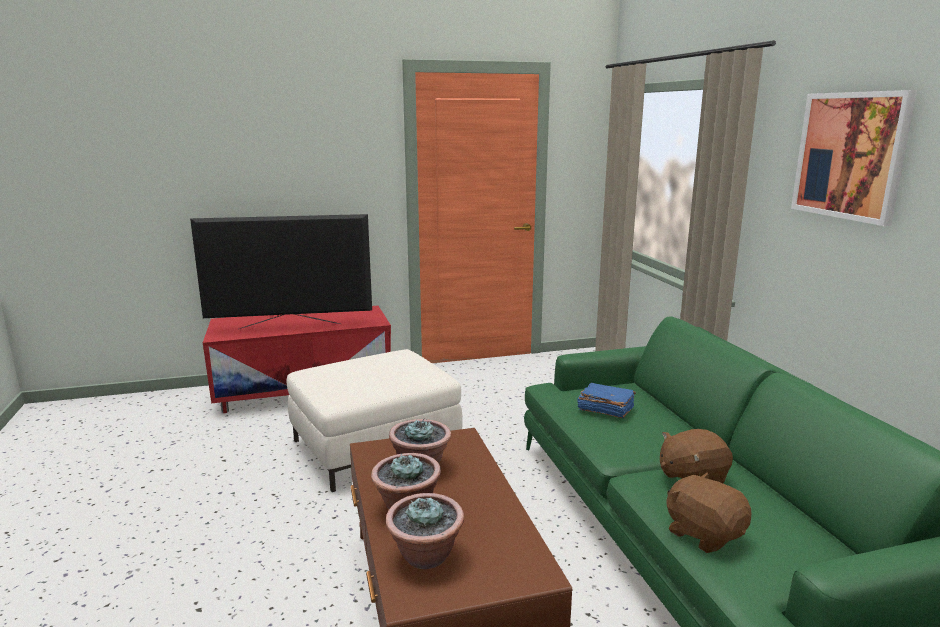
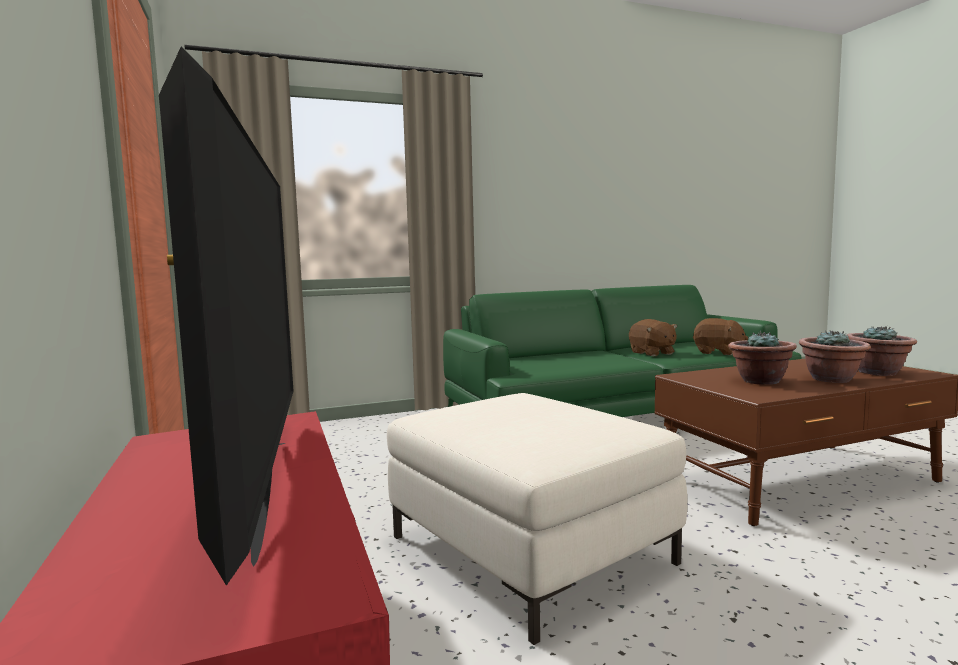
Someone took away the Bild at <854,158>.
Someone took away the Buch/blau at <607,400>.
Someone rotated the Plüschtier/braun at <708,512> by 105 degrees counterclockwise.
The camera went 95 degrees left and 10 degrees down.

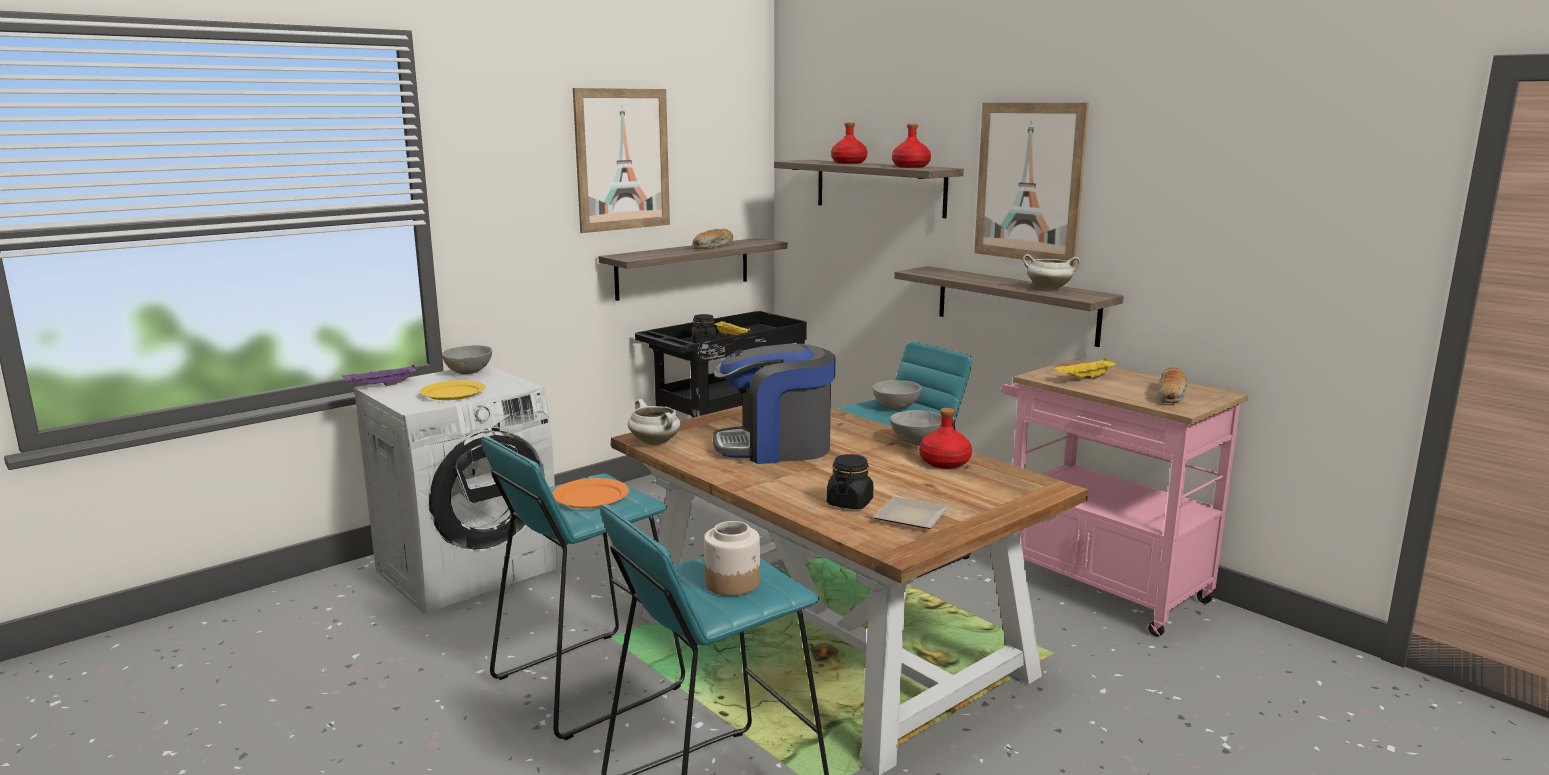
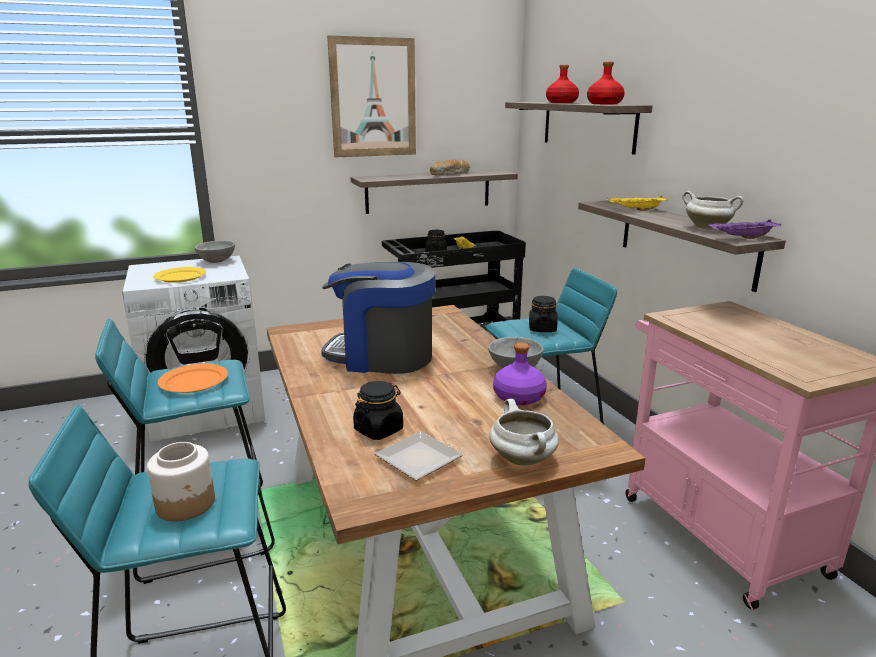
Someone took away the Bild at <1031,184>.
Someone carried the Tablett/gelb from <1085,368> to <637,203>.
Someone carried the Tablett/lila from <379,375> to <744,229>.
Someone took away the Brot at <1172,385>.
Someone swapped the Schüssel/grau at <897,394> for the Vorratsglas/schwarz at <543,314>.
Someone carried the Kochtopf/weiß from <654,422> to <524,432>.
Someone repainted the Flasche/rot at <945,438>, which became the Flasche/lila at <520,373>.
The camera went 20 degrees right and 5 degrees up.

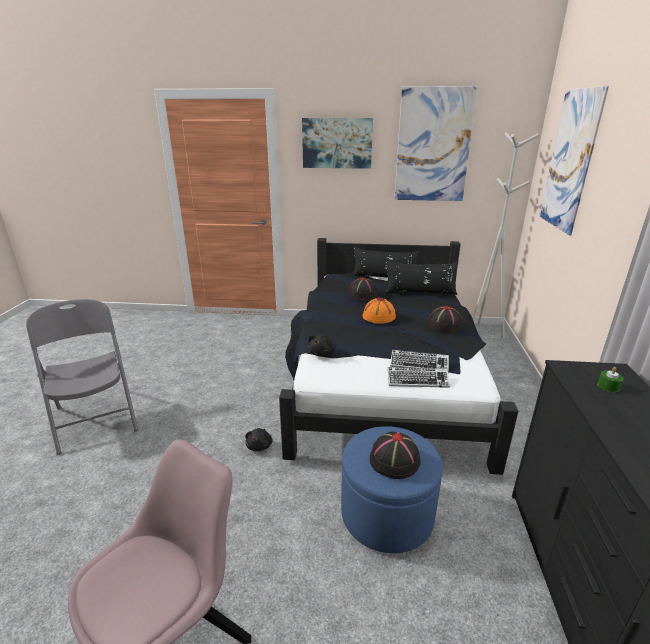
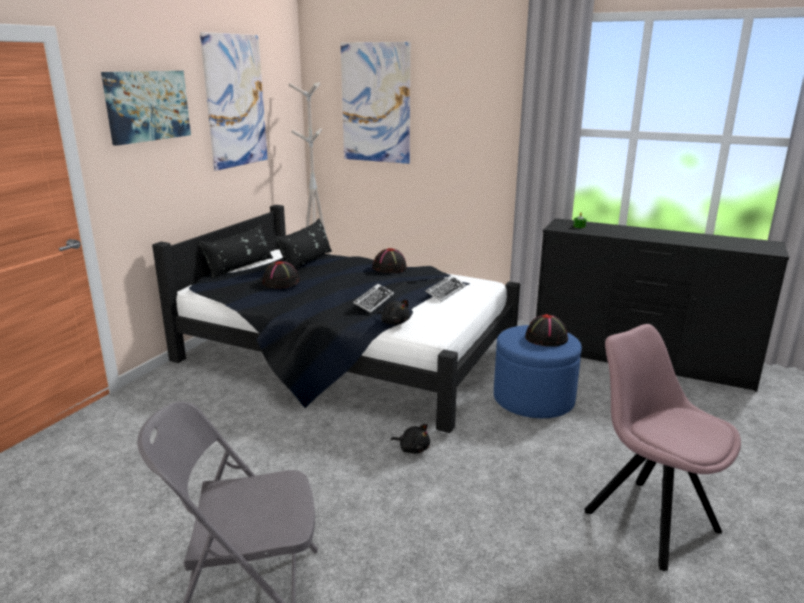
Someone took away the Hut/orange at <379,311>.
Someone carried the Tastatur from <419,377> to <373,298>.
The camera went 70 degrees left and 5 degrees down.

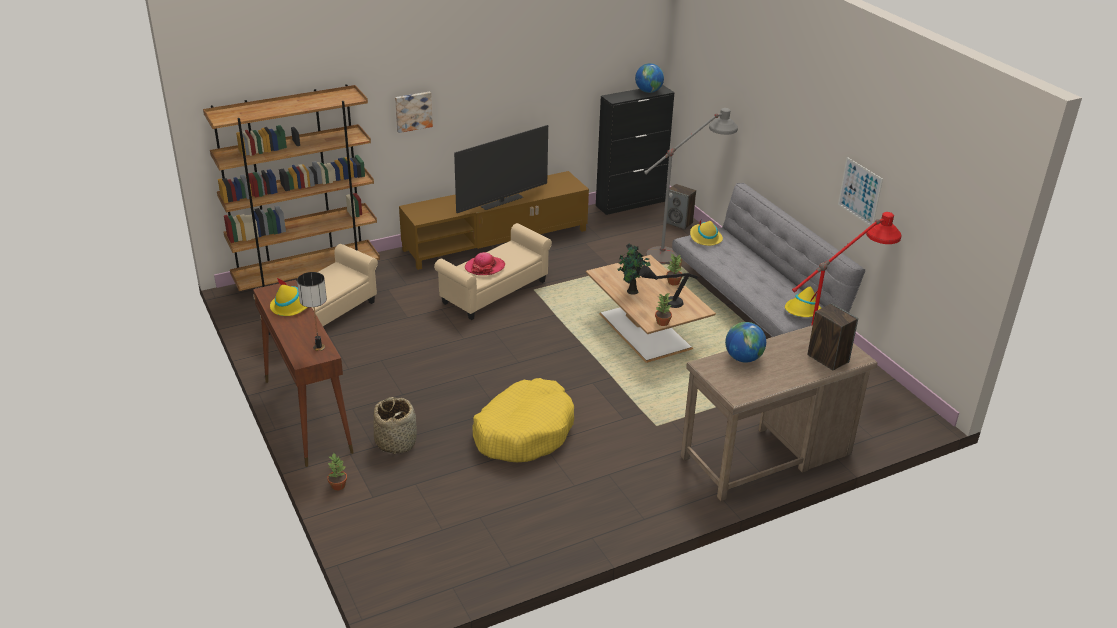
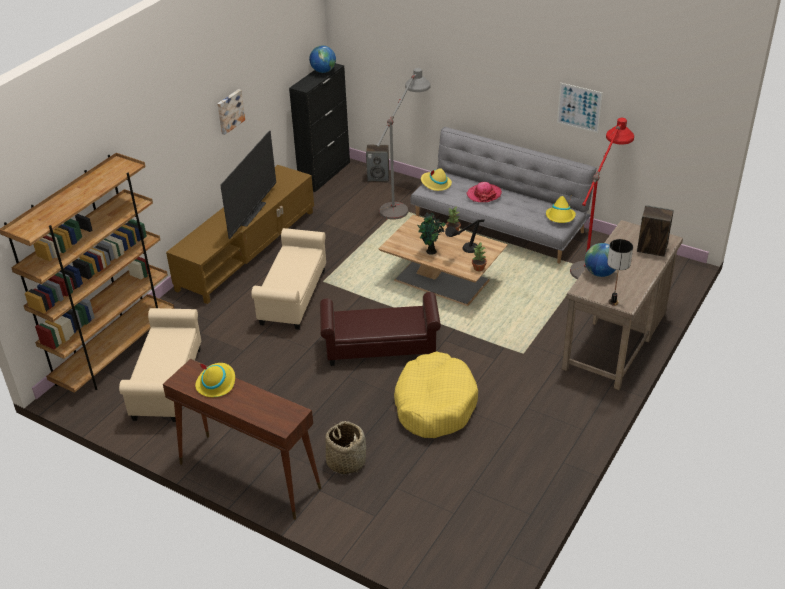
Someone carried the Bild from <414,112> to <231,112>.
Someone carried the Hut from <485,263> to <484,192>.
Someone carried the Tischlampe from <312,311> to <620,272>.
Someone took away the Topfpflanze at <337,472>.
Someone put down the Polsterhocker/braun at <380,329>.
The camera went 30 degrees left and 5 degrees up.

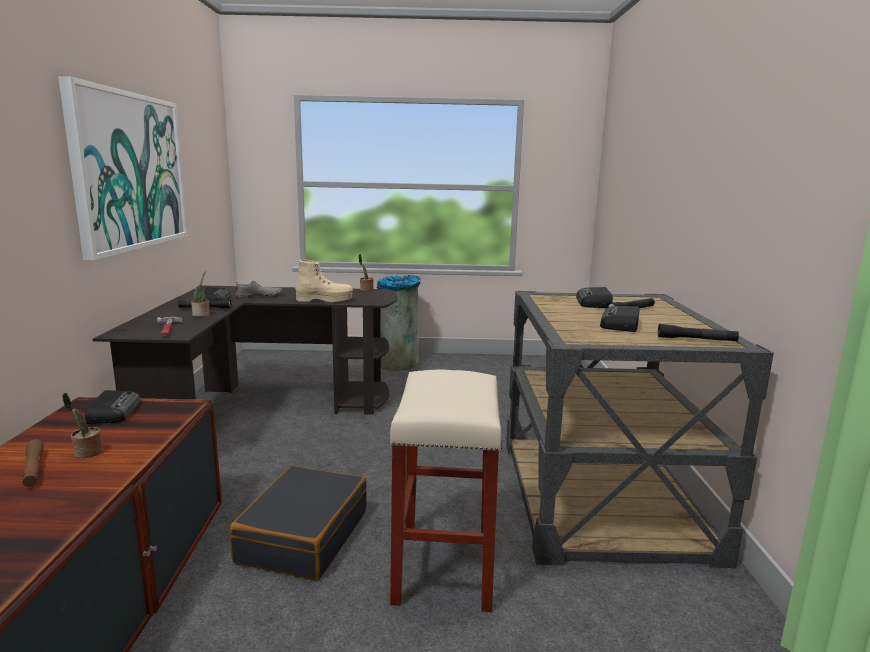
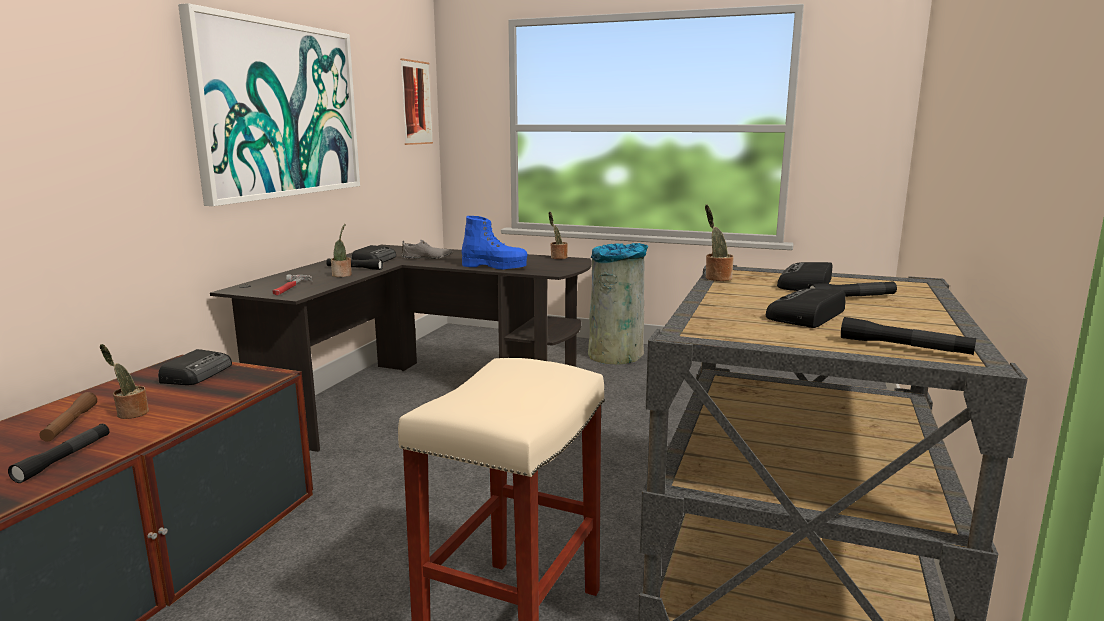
Someone repainted the Stiefel/beige at <324,281>, which became the Stiefel/blau at <495,242>.
Someone took away the Koffer/schwarz at <298,523>.
Someone put up the Bild at <416,101>.
Someone put down the Topfpflanze at <719,242>.
Someone put down the Taschenlampe/schwarz at <58,453>.
The camera went 20 degrees right and 0 degrees up.

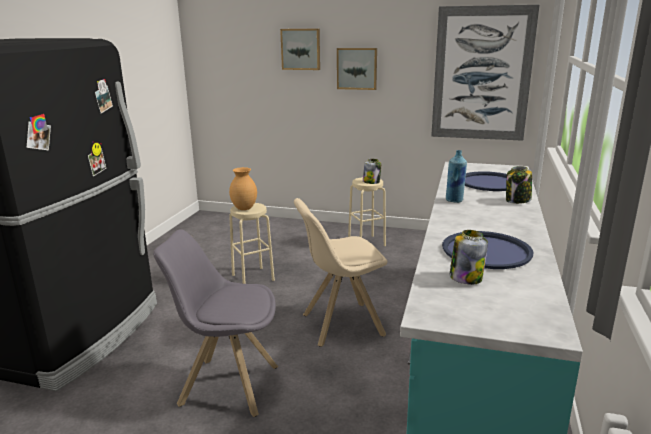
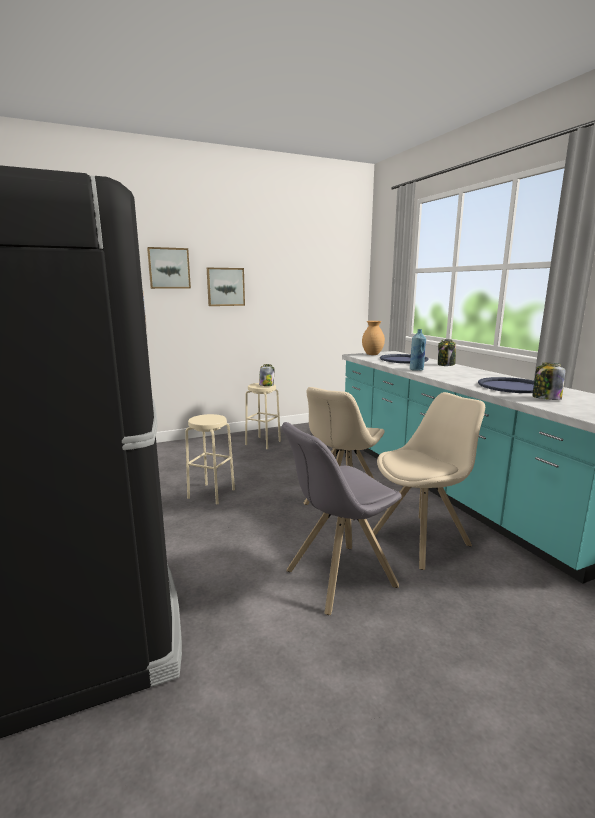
Someone took away the Bild at <485,73>.
Someone carried the Vase/braun from <243,188> to <373,338>.
Someone put down the Stuhl/beige at <428,481>.
The camera went 40 degrees left and 5 degrees down.

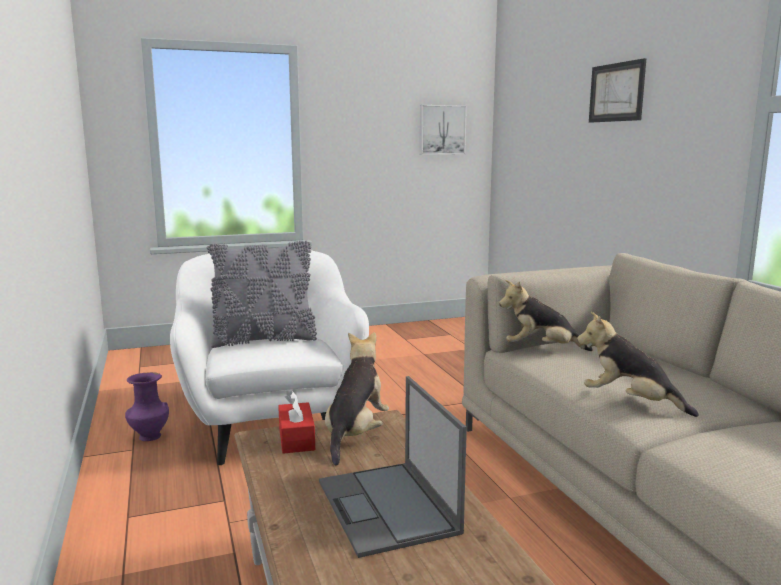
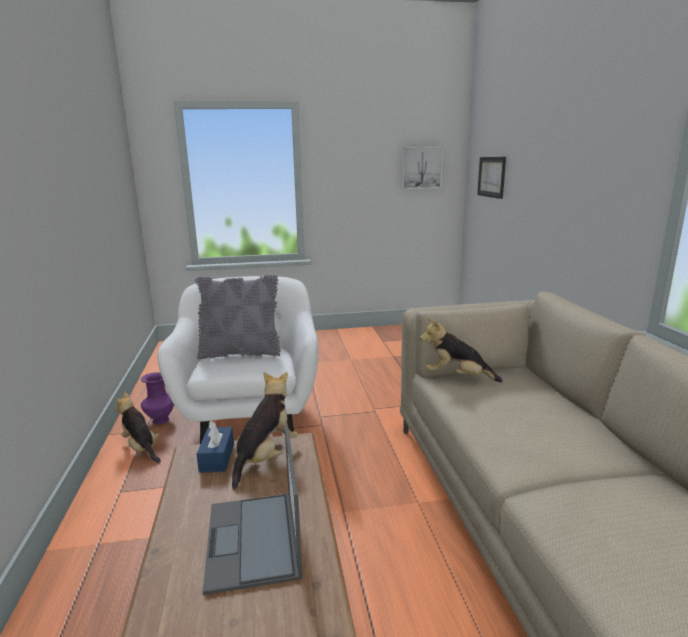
Someone carried the Bild from <617,90> to <491,178>.
Someone carried the Plüschtier from <637,364> to <138,427>.
Someone repainted the Taschentuchbox/rot at <296,422>, which became the Taschentuchbox/blau at <215,447>.
The camera went 10 degrees right and 5 degrees up.

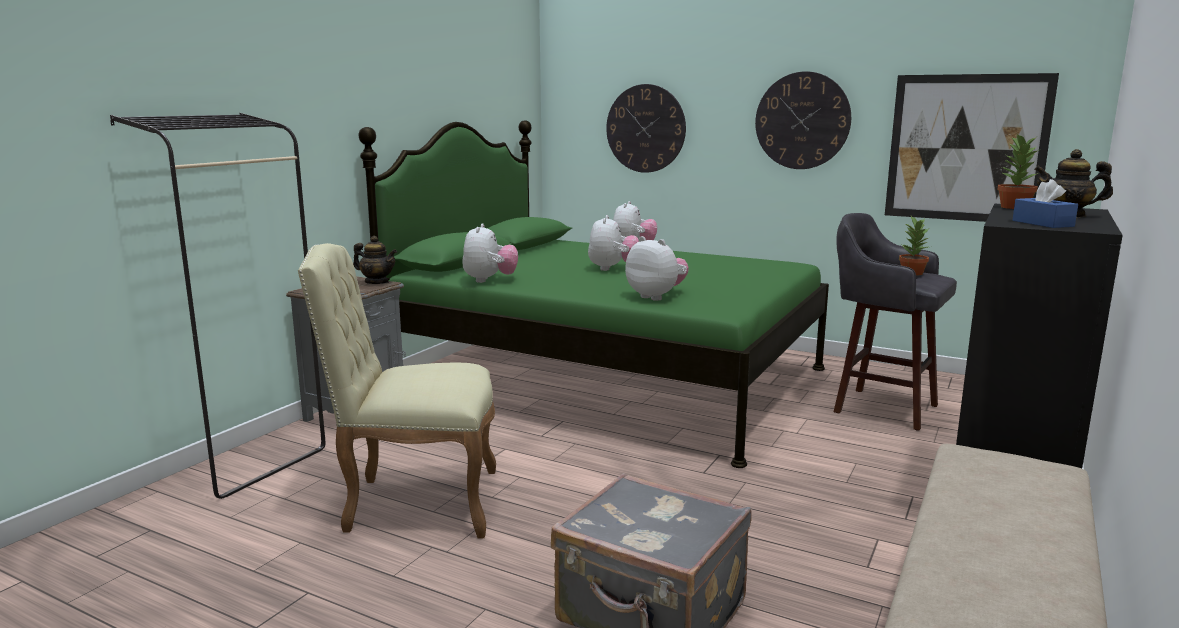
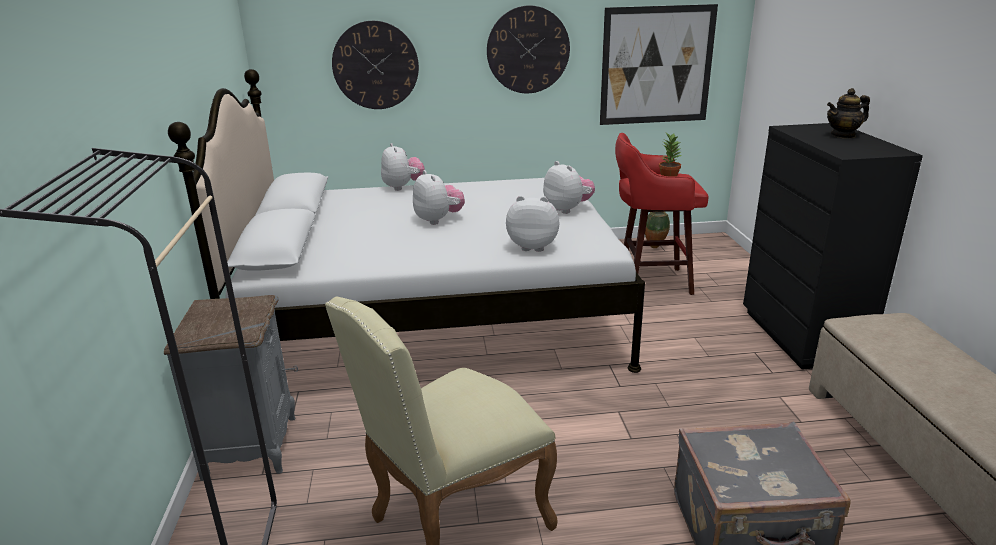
Someone repainted the Bett/grün at <594,294>, which became the Bett/weiß at <406,221>.
Someone took away the Topfpflanze at <1018,171>.
Someone took away the Taschentuchbox/blau at <1045,203>.
Someone repainted the Hocker/grau at <895,322>, which became the Hocker/rot at <662,214>.
Someone carried the Plüschtier from <490,253> to <569,187>.
Someone took away the Teekanne at <375,260>.
Someone put down the Vase at <657,230>.
The camera went 35 degrees left and 10 degrees up.

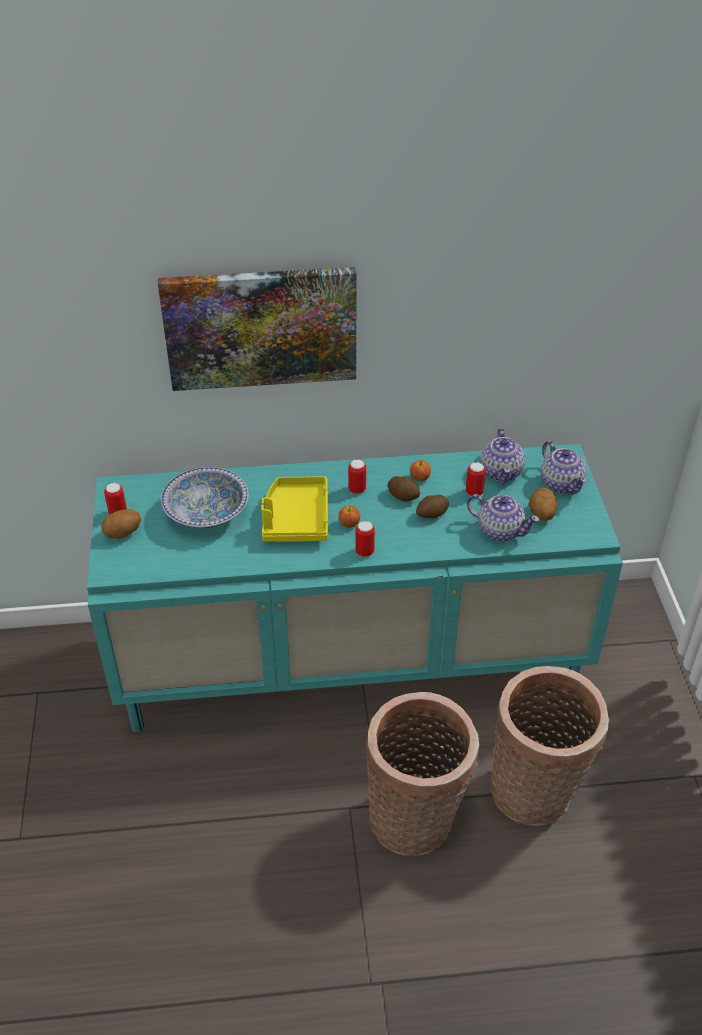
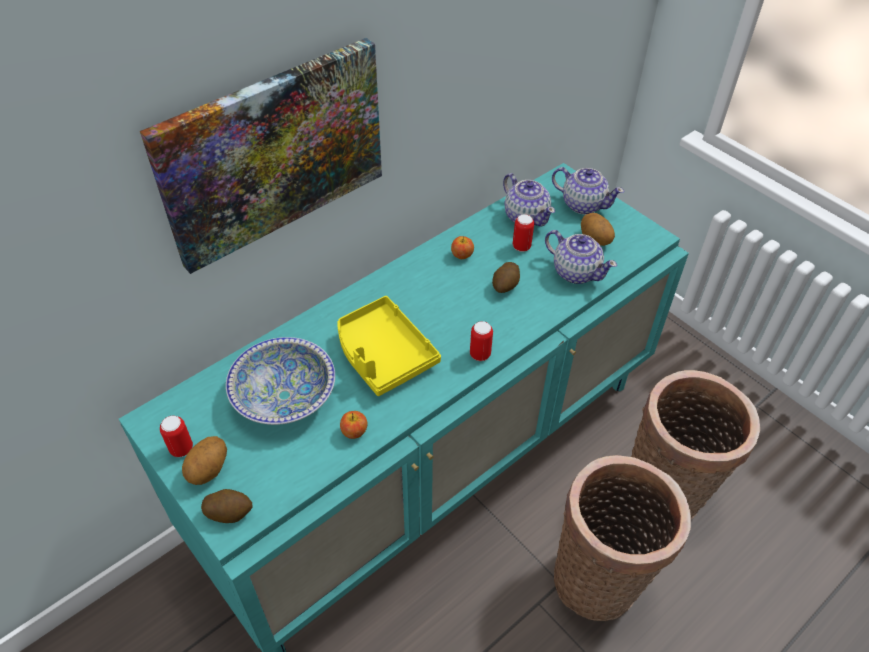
Someone took away the Dose at <357,476>.
Someone carried the Kartoffel from <403,489> to <227,506>.
Someone rotated the Teekanne at <503,518> by 45 degrees clockwise.
Someone carried the Apfel from <349,517> to <354,425>.
The camera went 35 degrees left and 5 degrees up.

